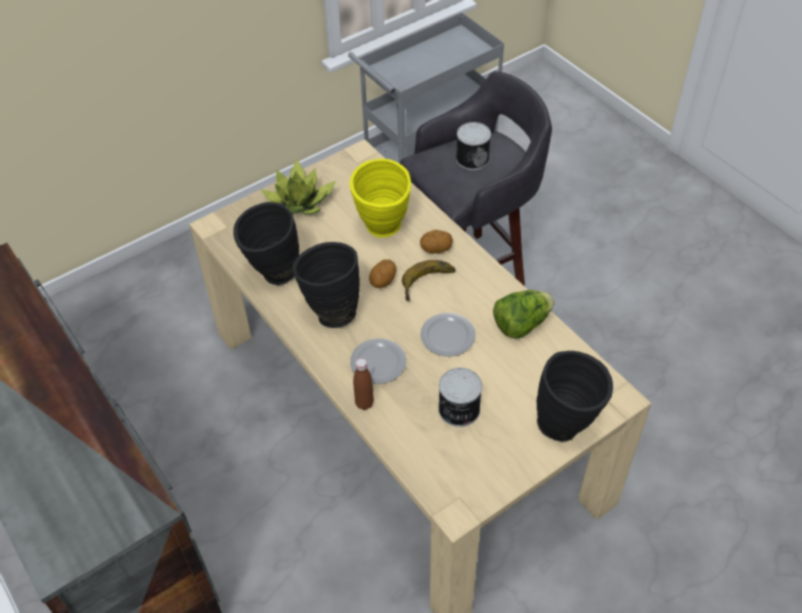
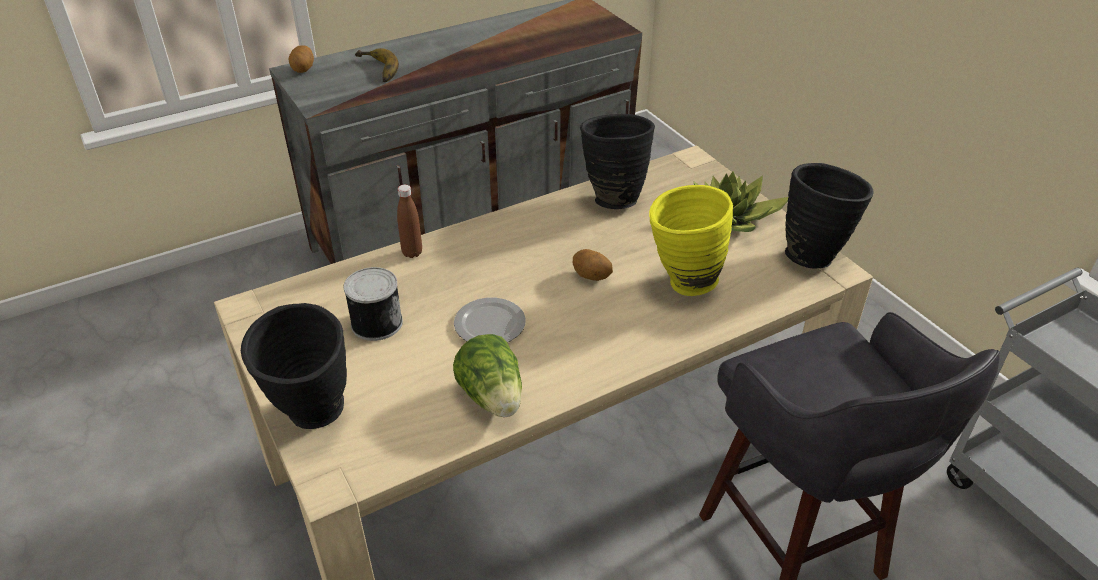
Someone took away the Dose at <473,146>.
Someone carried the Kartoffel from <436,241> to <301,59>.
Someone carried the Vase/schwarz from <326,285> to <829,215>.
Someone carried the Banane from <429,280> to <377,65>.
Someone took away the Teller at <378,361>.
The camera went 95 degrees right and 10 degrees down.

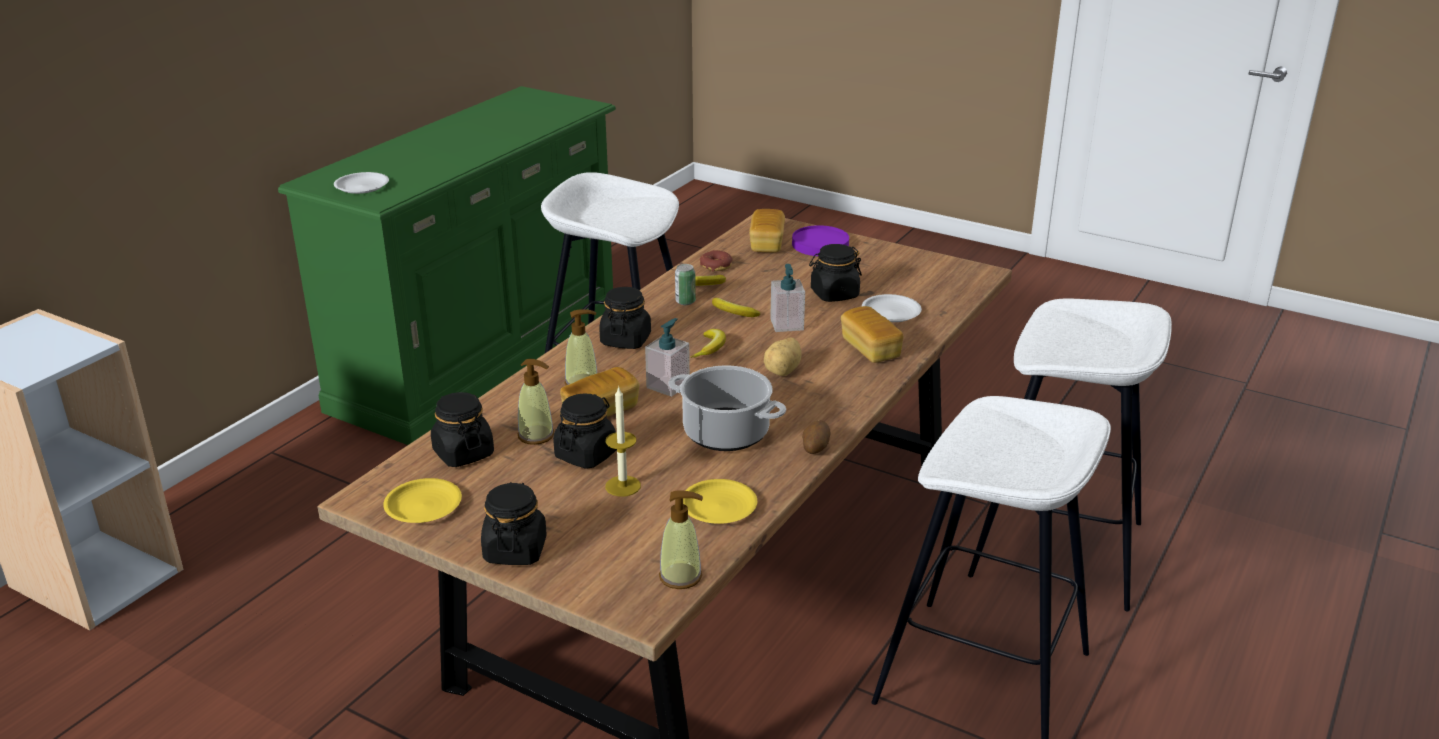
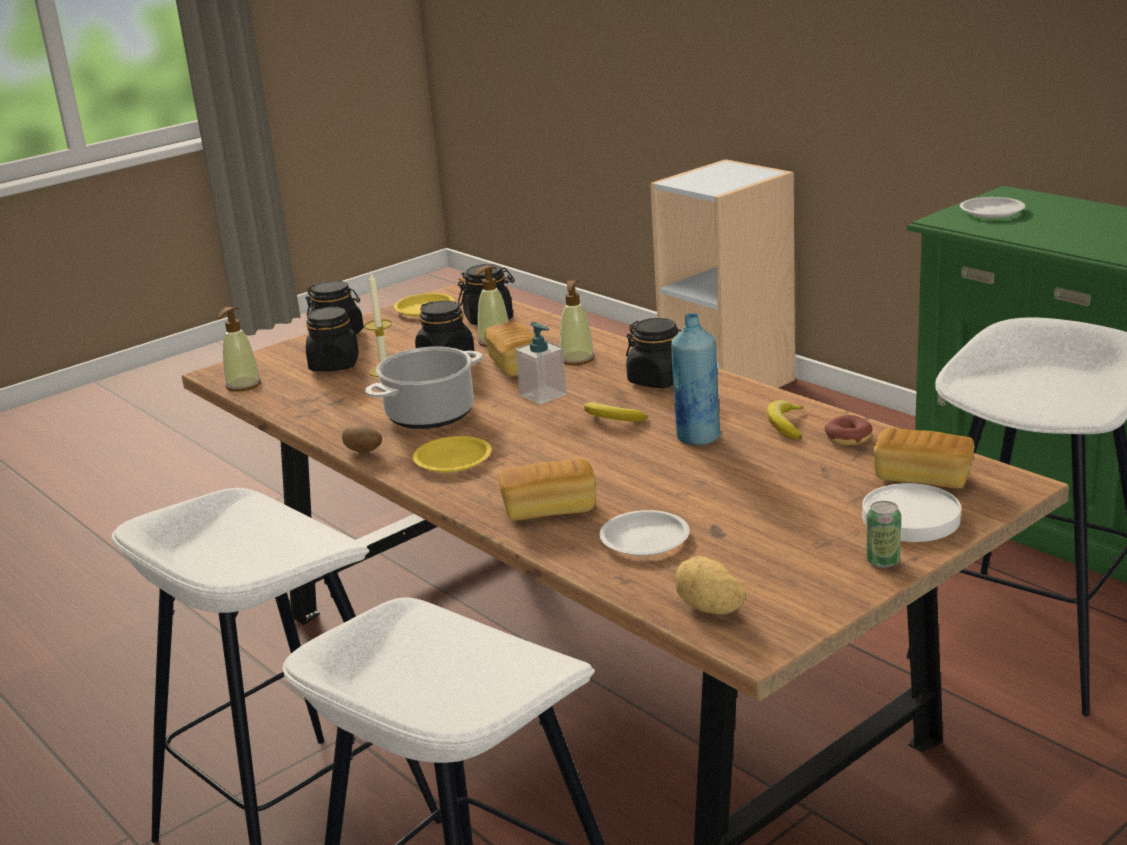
Someone repainted the Teller/lila at <820,240>, which became the Teller/weiß at <911,512>.
Someone carried the Vorratsglas/schwarz from <835,273> to <332,339>.
Someone carried the Dose from <685,284> to <883,534>.
Someone took away the Seifenspender at <787,298>.
Someone swapped the Banane at <736,307> for the Flasche/blau at <696,379>.
Someone carried the Kartoffel from <782,357> to <709,585>.
Someone carried the Teller/gelb from <720,501> to <452,454>.
The camera went 110 degrees right and 5 degrees down.

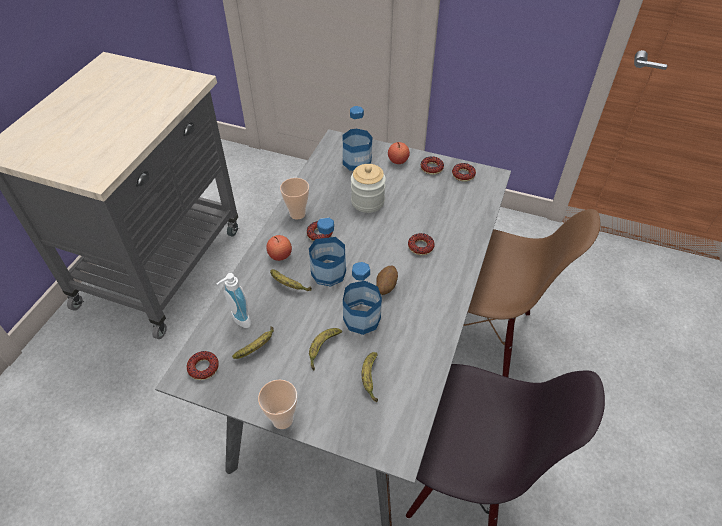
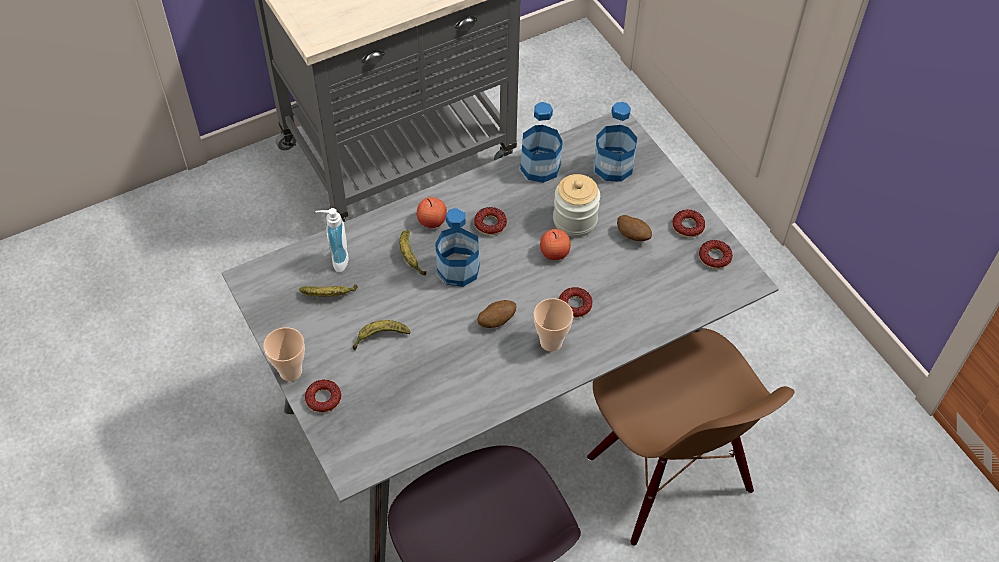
Someone carried the Apfel from <399,153> to <555,244>.
Someone carried the Tasse from <294,199> to <553,325>.
Someone carried the Flasche from <362,298> to <541,142>.
Someone carried the Donut from <203,365> to <323,396>.
Someone took away the Banane at <370,377>.
Someone put down the Kartoffel at <634,228>.
The camera went 40 degrees right and 5 degrees up.

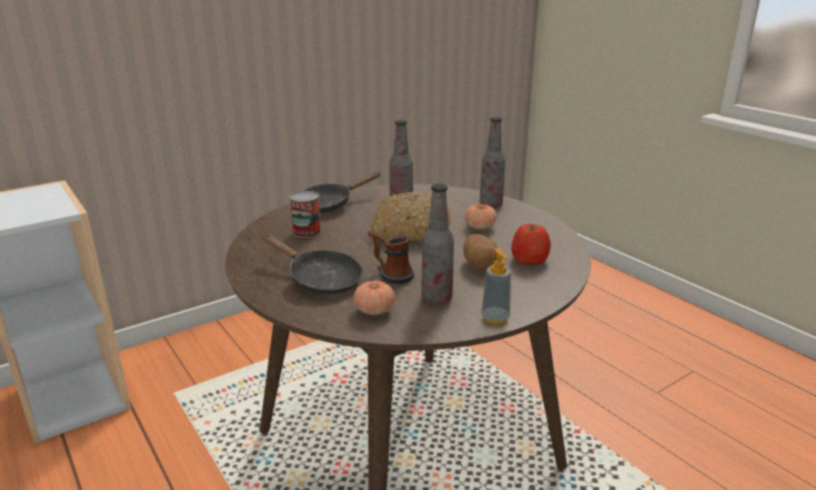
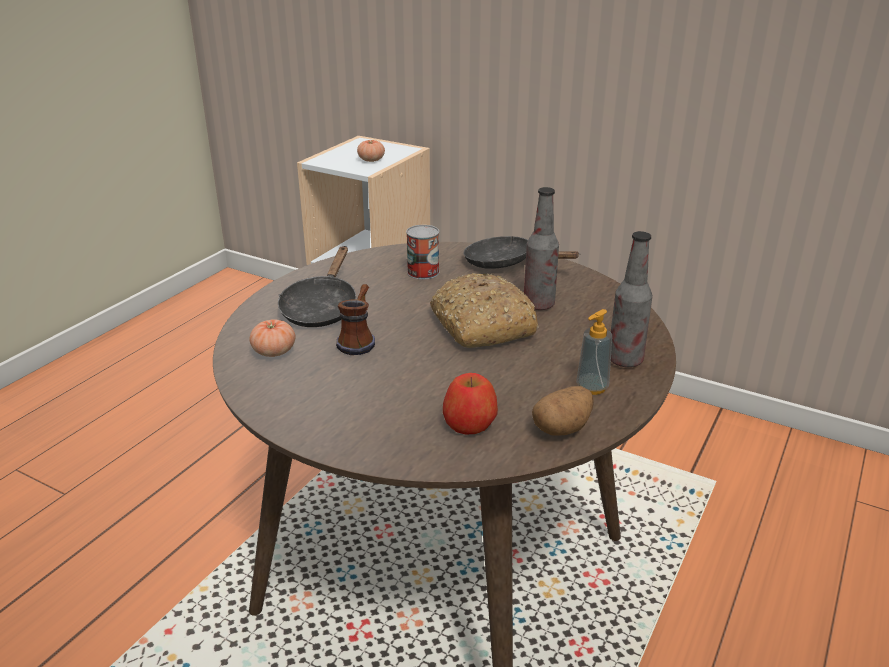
Someone took away the Flasche at <437,244>.
Someone carried the Tomate from <481,216> to <371,151>.
Someone carried the Kartoffel from <480,251> to <563,411>.
Someone carried the Seifenspender from <496,286> to <594,352>.
The camera went 65 degrees right and 5 degrees up.

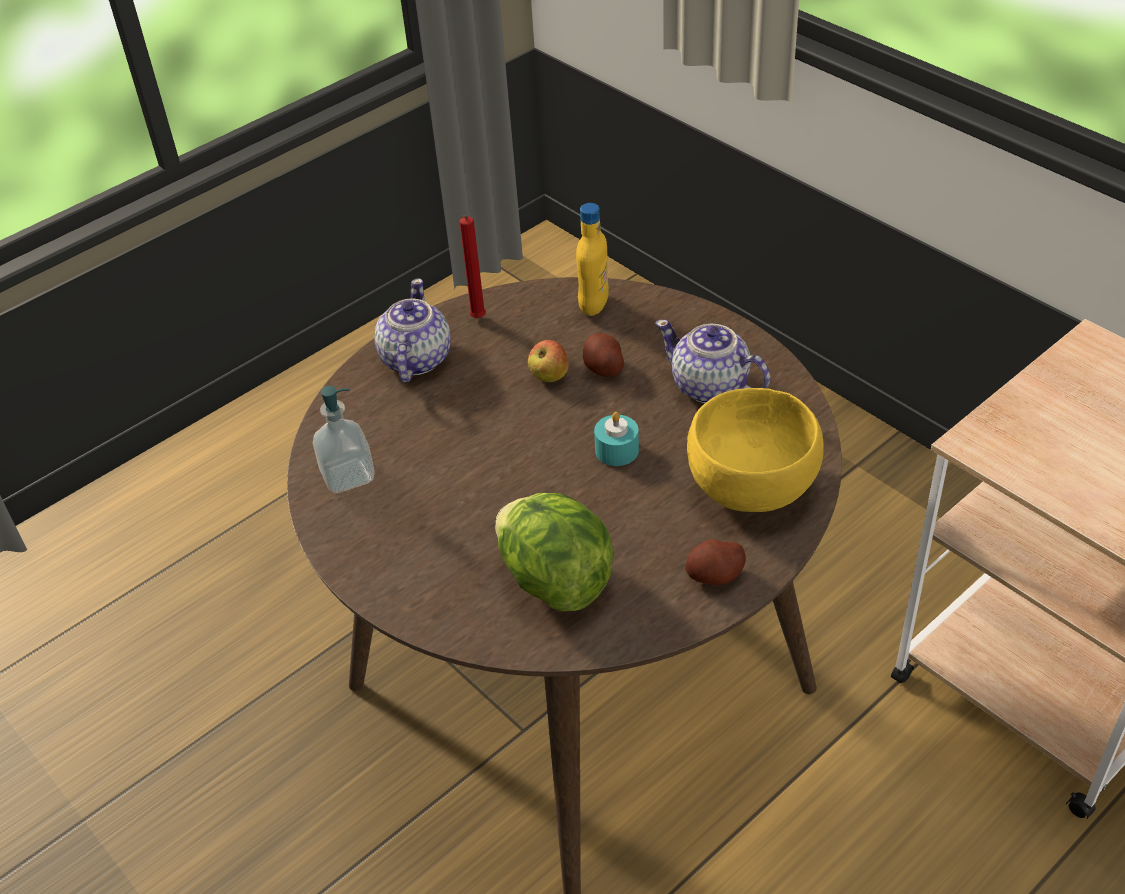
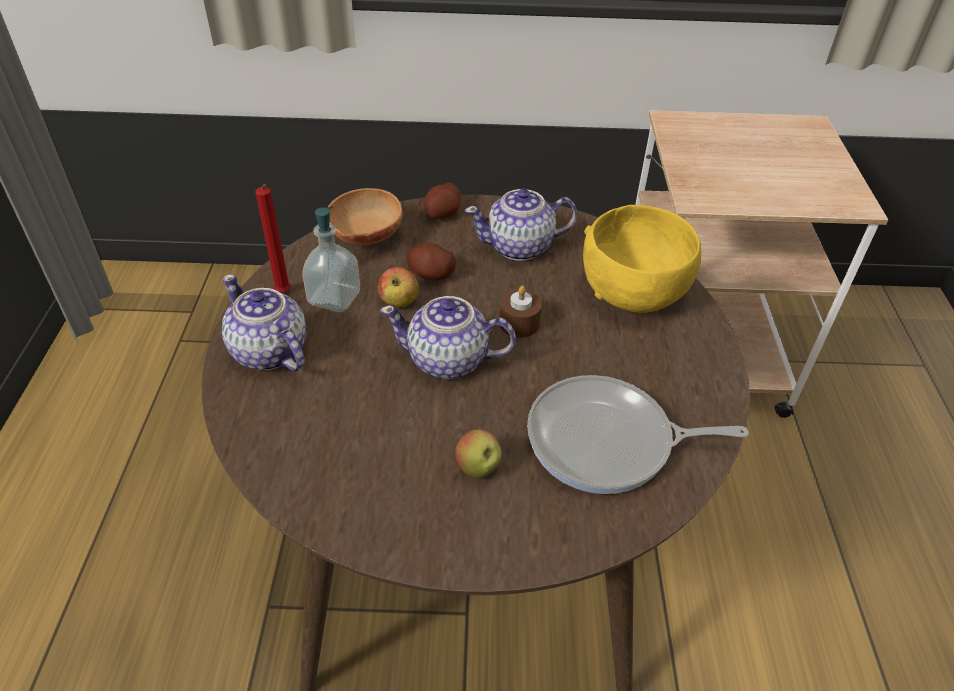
Someone swapped the Flasche/gelb at <592,259> for the Schüssel/braun at <365,216>.
Someone carried the Seifenspender from <344,439> to <331,259>.
Someone repainted the Kerze/türkis at <616,439>, which became the Kerze/braun at <520,311>.
Someone swapped the Salatkopf at <554,552> for the Pfanne at <638,434>.
Someone carried the Kartoffel from <715,562> to <442,201>.
Someone put down the Teekanne at <448,337>.
Someone put down the Apfel at <478,454>.
The camera went 50 degrees left and 0 degrees up.

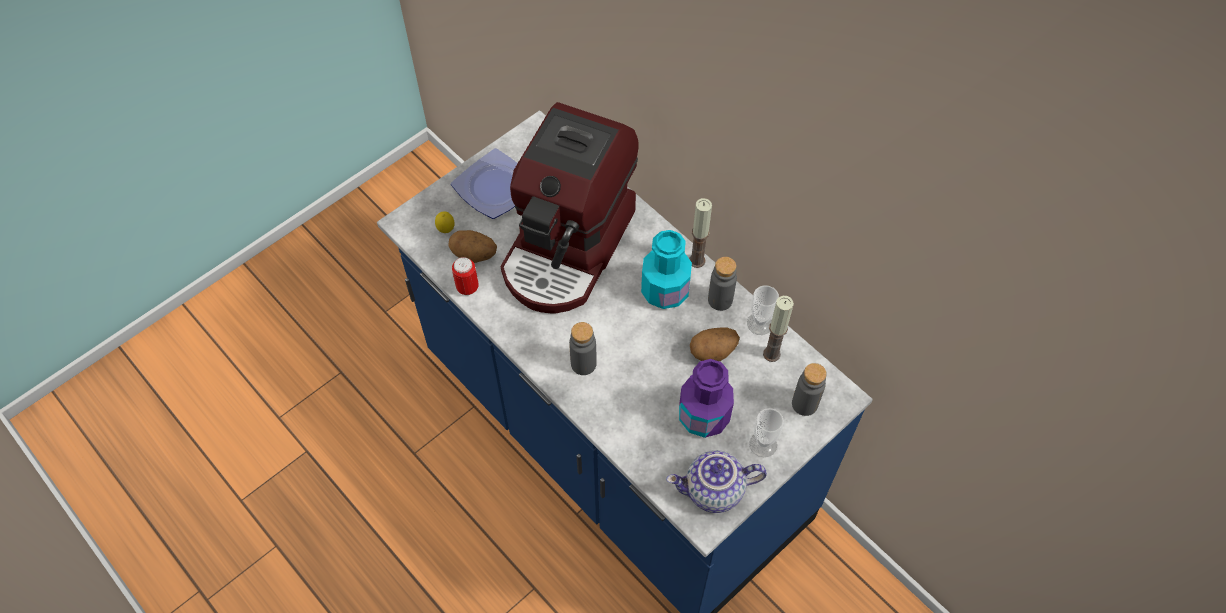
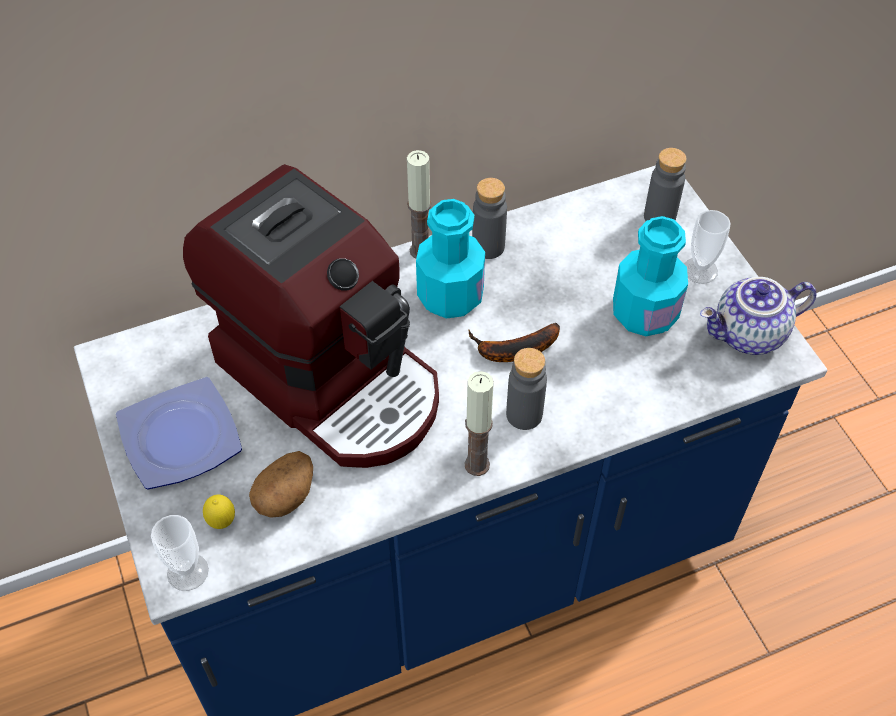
Someone took away the Dose at <465,276>.
Someone carried the Tasse from <763,310> to <180,553>.
Someone carried the Kerze from <778,329> to <479,423>.
Someone took away the Kartoffel at <715,344>.
Someone repainted the Flasche/lila at <706,398>, which became the Flasche/türkis at <650,276>.
Someone rotated the Teekanne at <716,481> by 60 degrees clockwise.
Someone put down the Banane at <514,342>.
The camera went 70 degrees left and 5 degrees down.

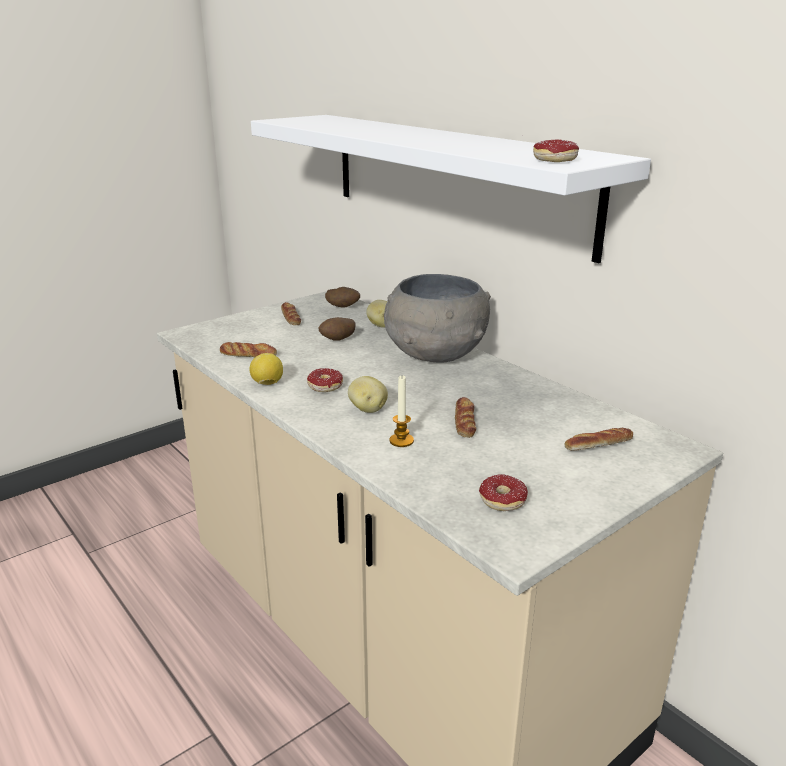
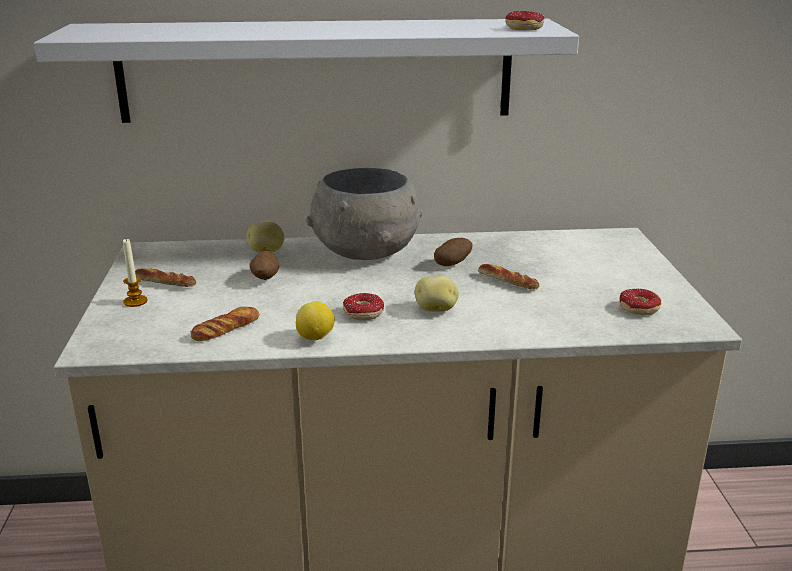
Someone carried the Kartoffel from <342,297> to <453,252>.
Someone carried the Kerze from <401,411> to <135,273>.
Someone took away the Brot at <598,439>.
The camera went 55 degrees left and 0 degrees up.

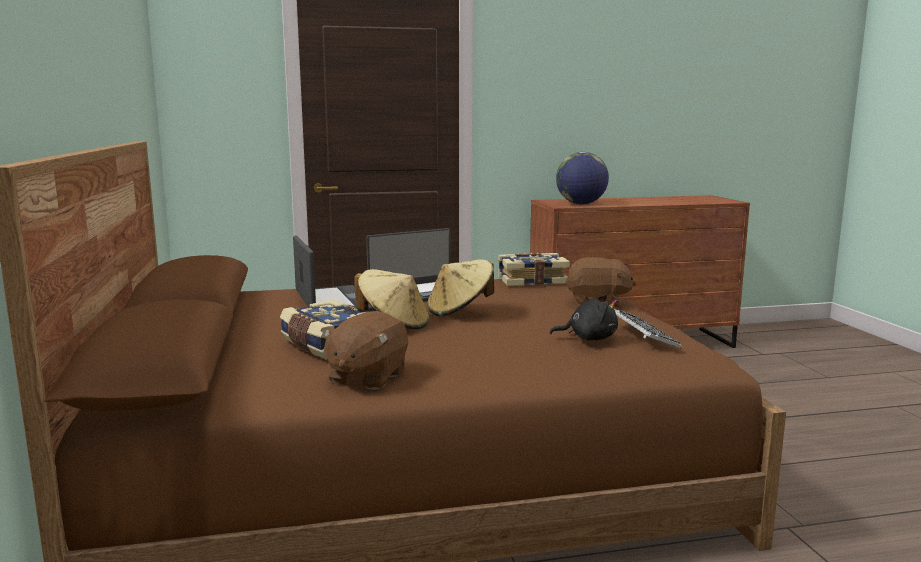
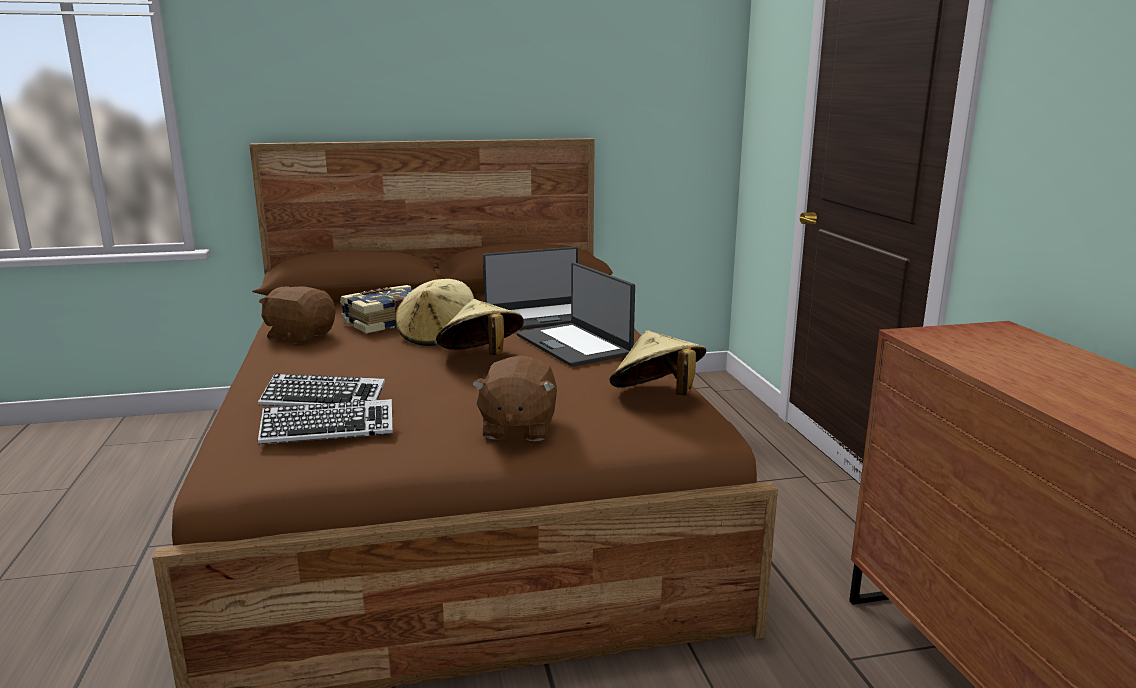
Someone took away the Globus at <582,178>.
Someone swapped the Buch at <533,269> for the Hut/beige at <657,363>.
Someone swapped the Plüschtier/schwarz at <584,317> for the Tastatur at <321,390>.
The camera went 90 degrees right and 5 degrees up.

